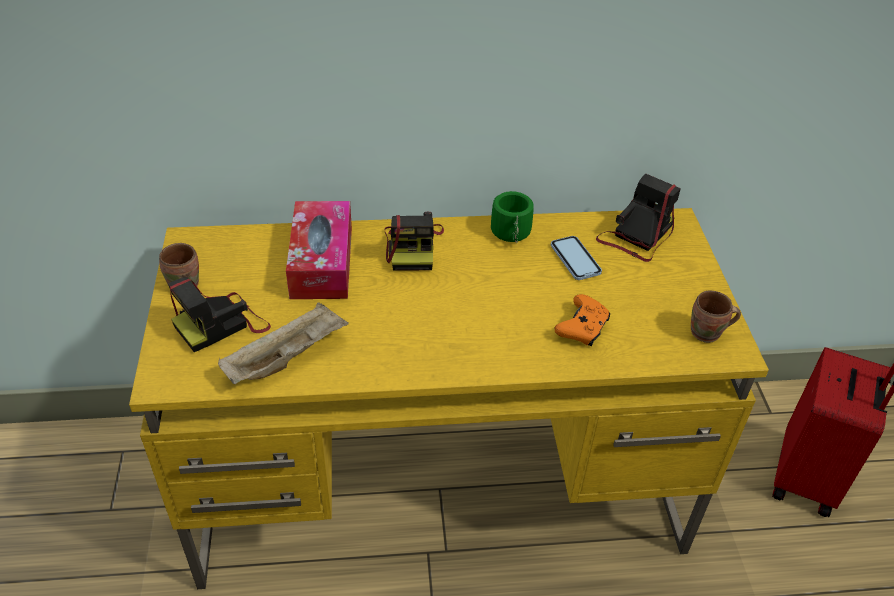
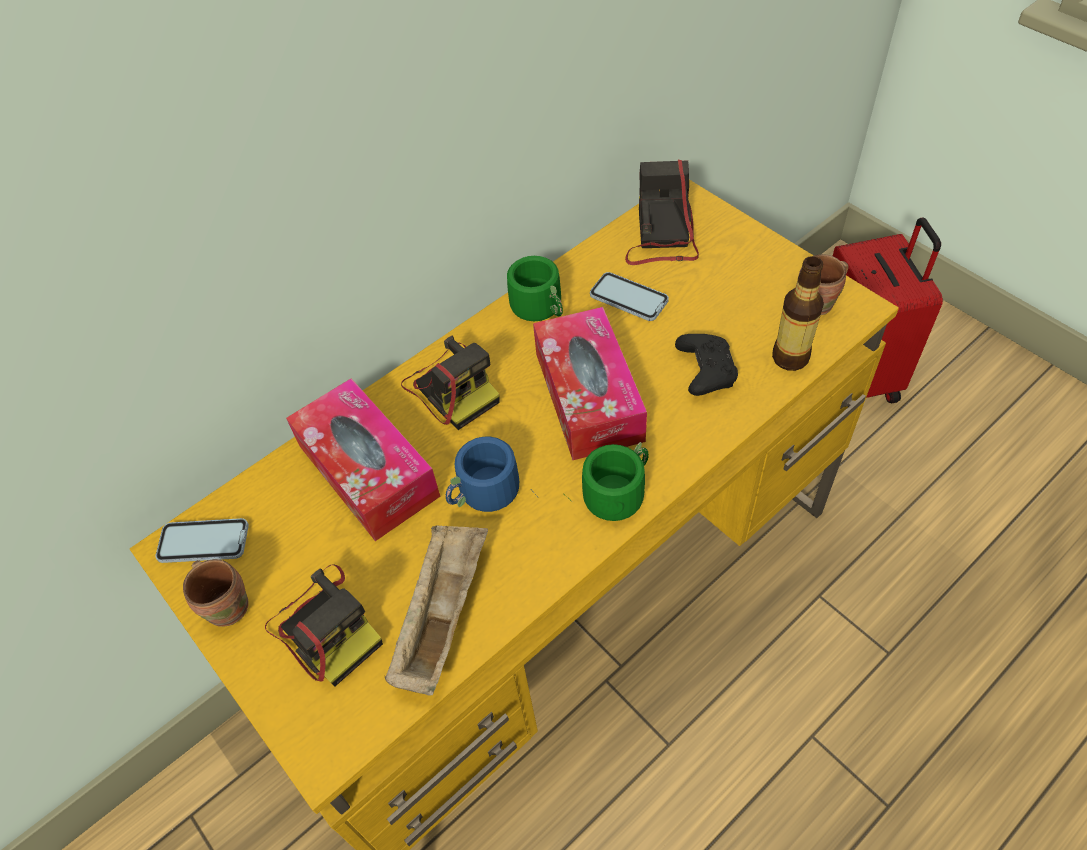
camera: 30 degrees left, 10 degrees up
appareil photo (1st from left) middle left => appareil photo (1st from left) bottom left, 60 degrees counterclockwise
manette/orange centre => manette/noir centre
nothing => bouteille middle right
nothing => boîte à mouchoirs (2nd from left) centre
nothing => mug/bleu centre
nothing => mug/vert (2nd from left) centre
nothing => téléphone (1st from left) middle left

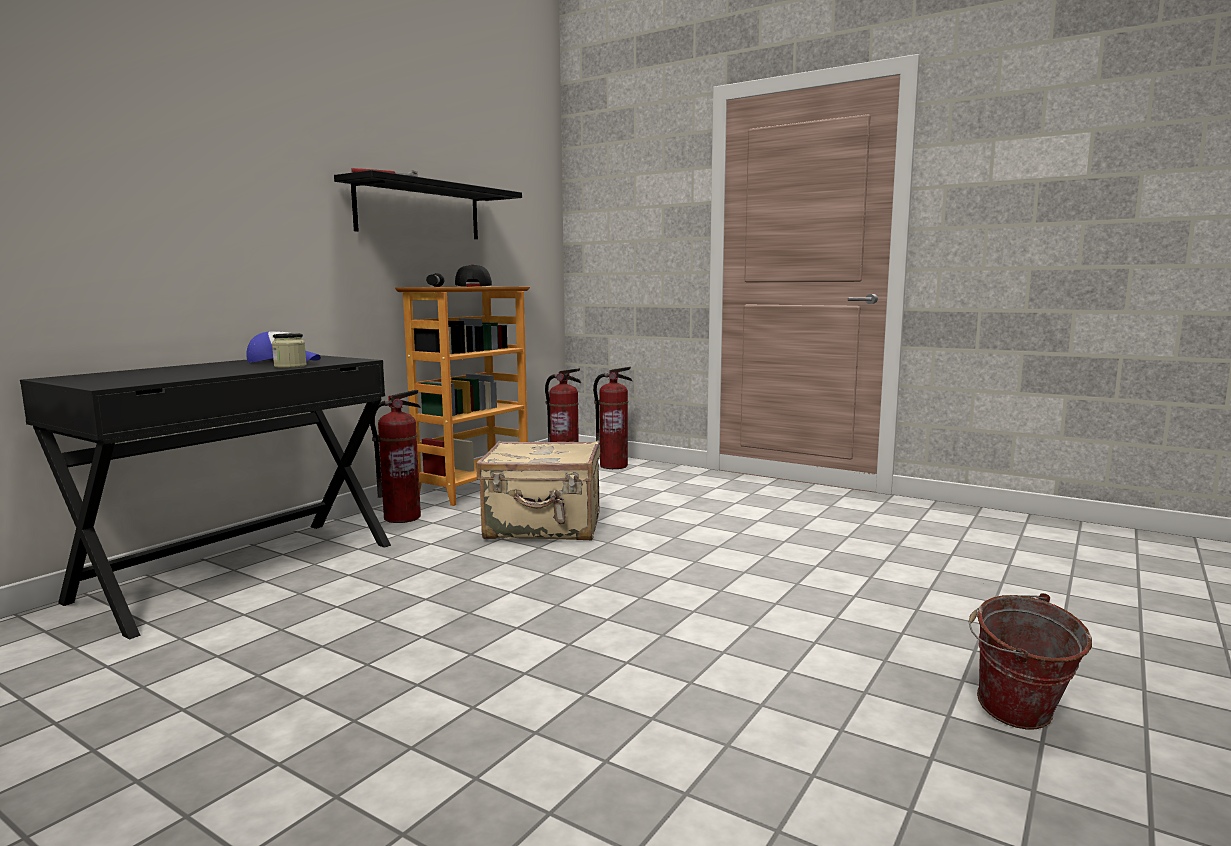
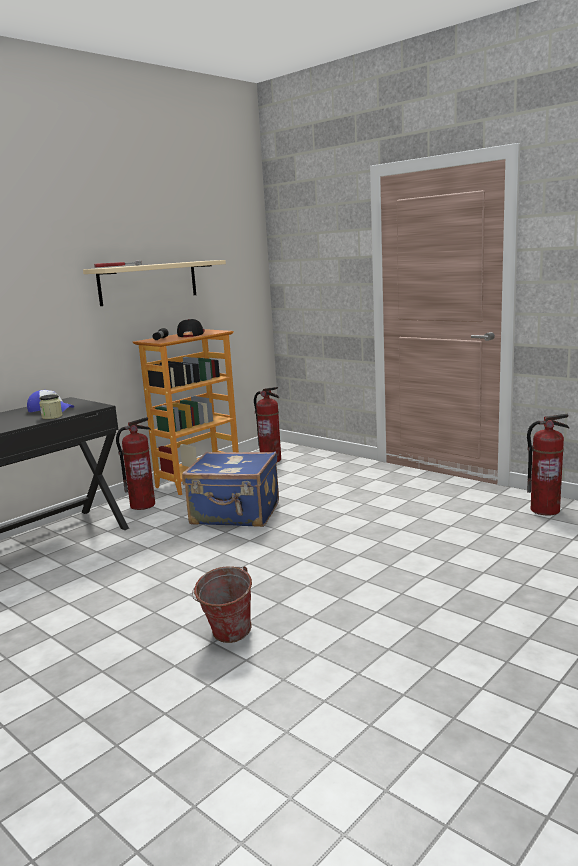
camera: 10 degrees right, 5 degrees up
étagère/noir top centre => étagère/beige top left
extincteur (3rd from left) centre => extincteur (3rd from left) middle right, moved
valise/beige centre => valise/bleu centre
seau bottom right => seau bottom centre, moved

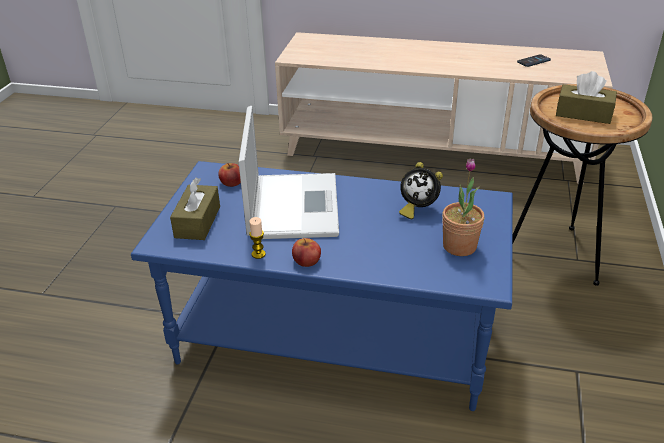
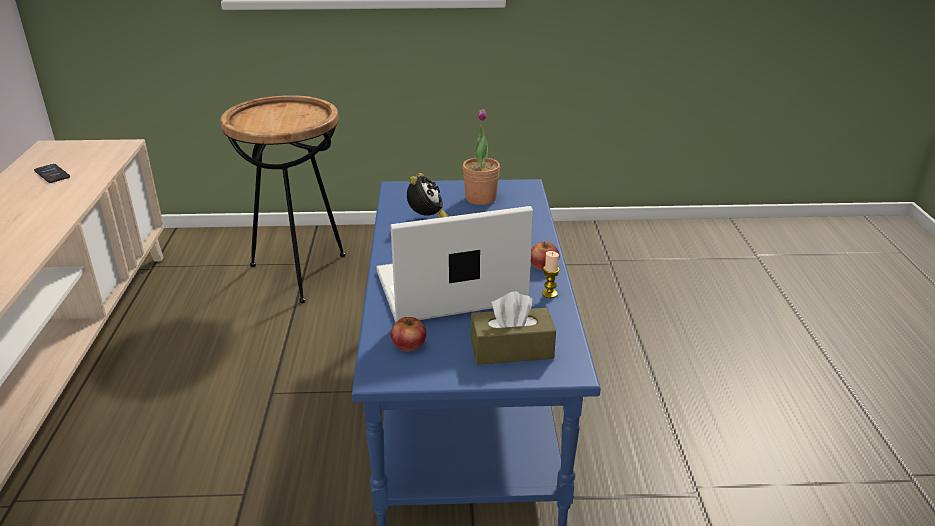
camera: 105 degrees left, 5 degrees down
boîte à mouchoirs/marron (2nd from left) top right => nothing

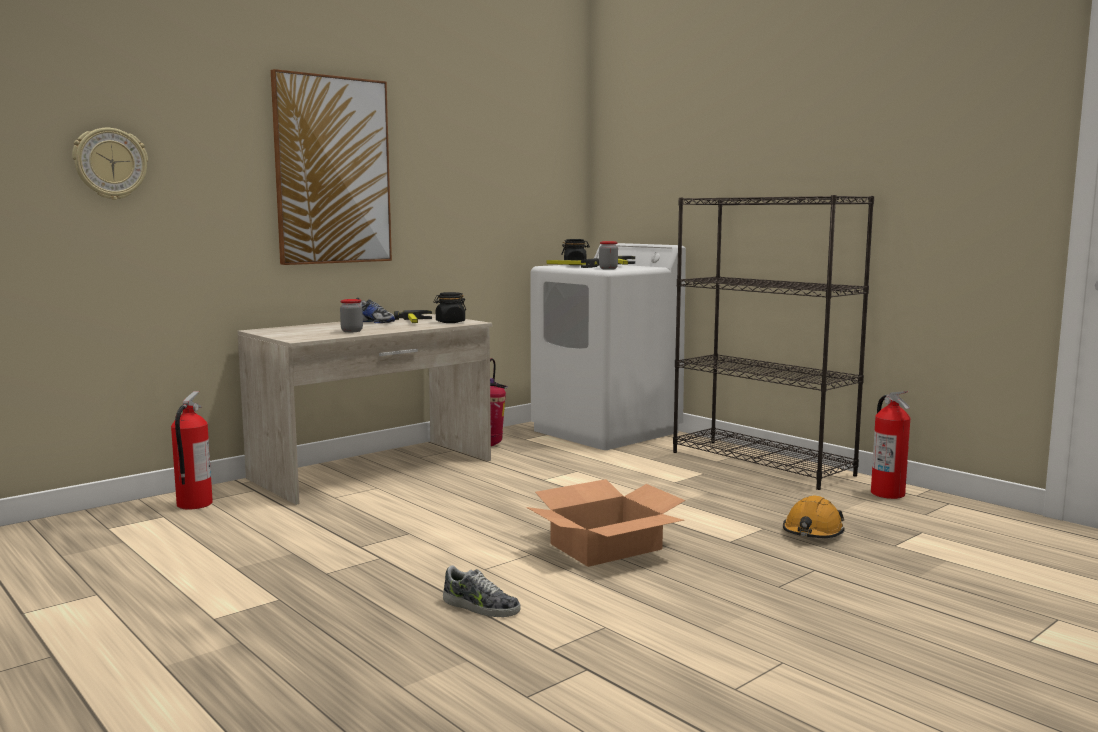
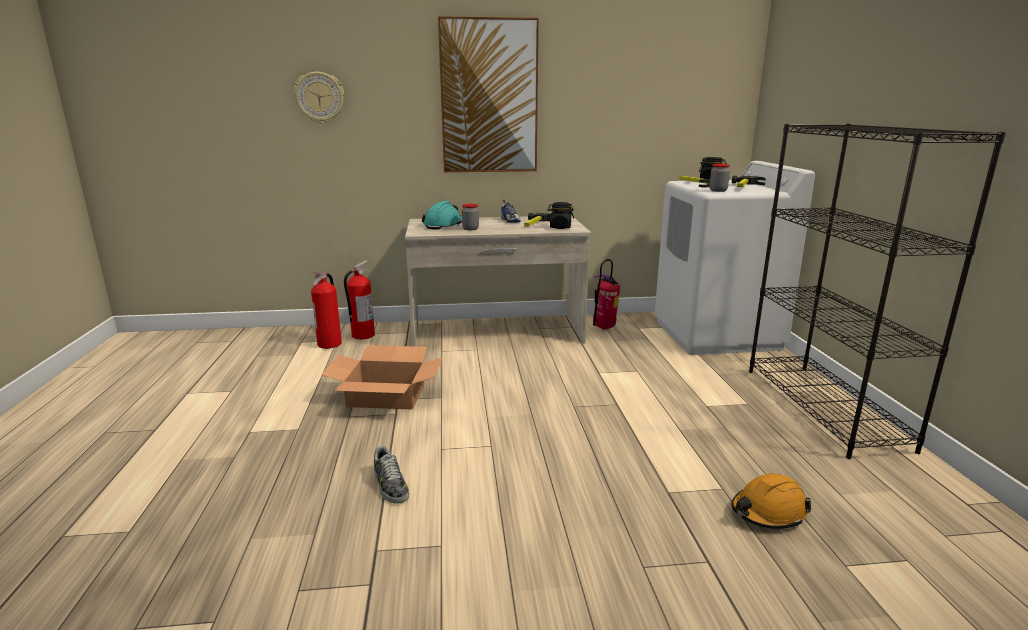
camera: 35 degrees right, 10 degrees up
extincteur (3rd from left in the first image) middle right => extincteur (1st from left) middle left, moved
carton bottom centre => carton centre, moved
nothing => casque de chantier/turquoise centre

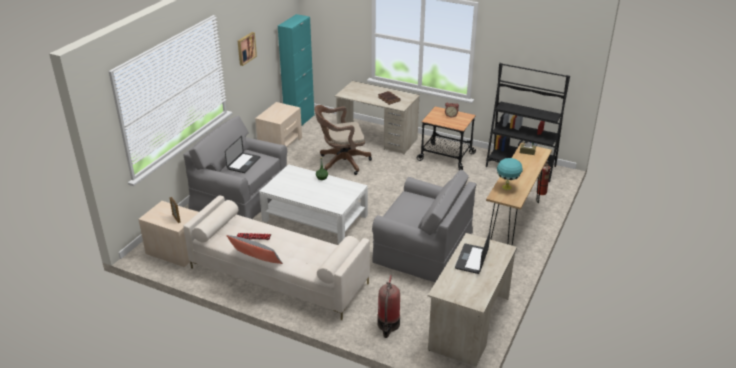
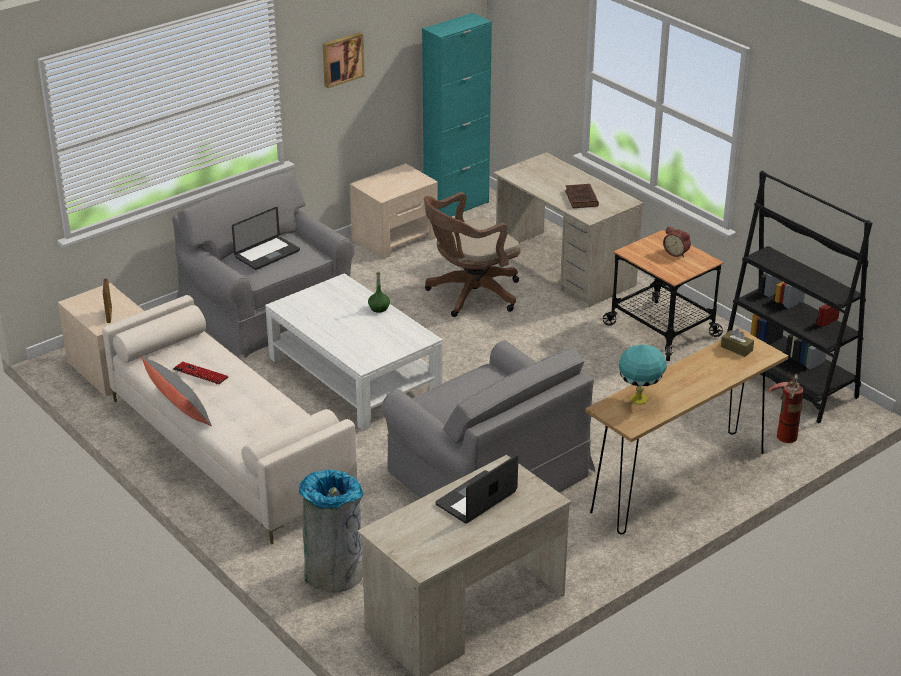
camera: 25 degrees right, 0 degrees up
chaise de bureau/marron centre, 45 degrees counterclockwise
extincteur (1st from left) bottom centre => poubelle/gris bottom centre

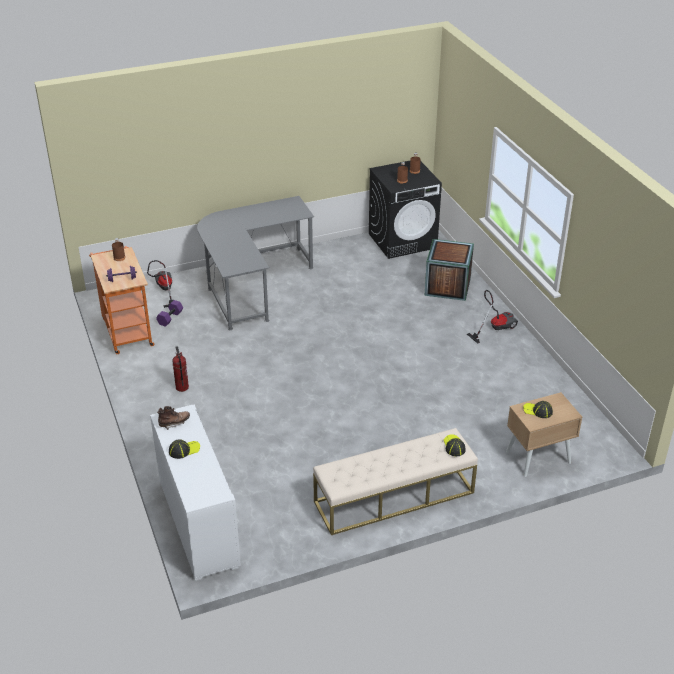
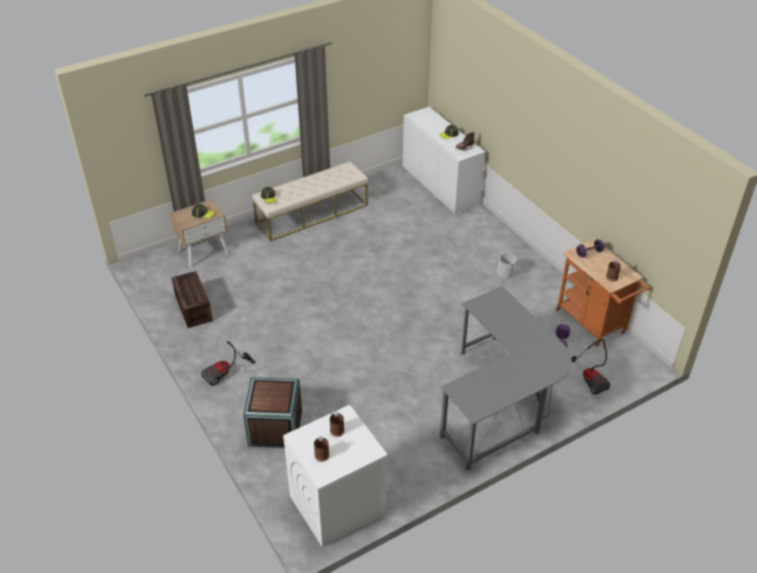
camera: 170 degrees right, 5 degrees up
lave-linge/noir top centre => lave-linge/blanc bottom centre
extincteur middle left => seau middle right
nothing => caisse (1st from left) middle left

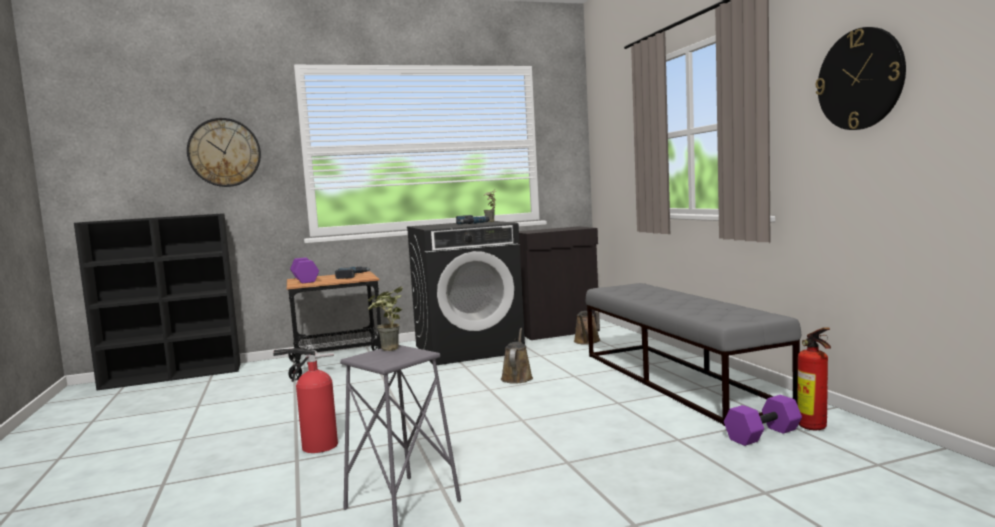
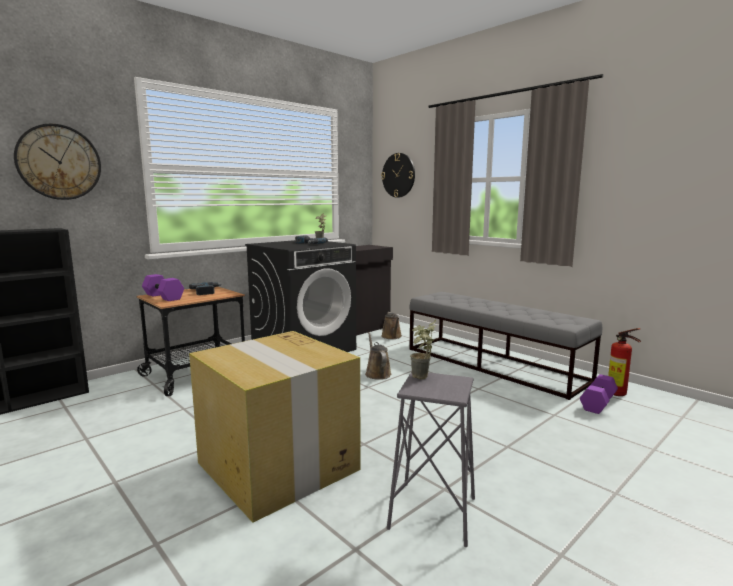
camera: 25 degrees left, 5 degrees up
horloge murale (2nd from left) top right => horloge murale (2nd from left) top centre, moved
extincteur (1st from left) bottom left => carton bottom centre

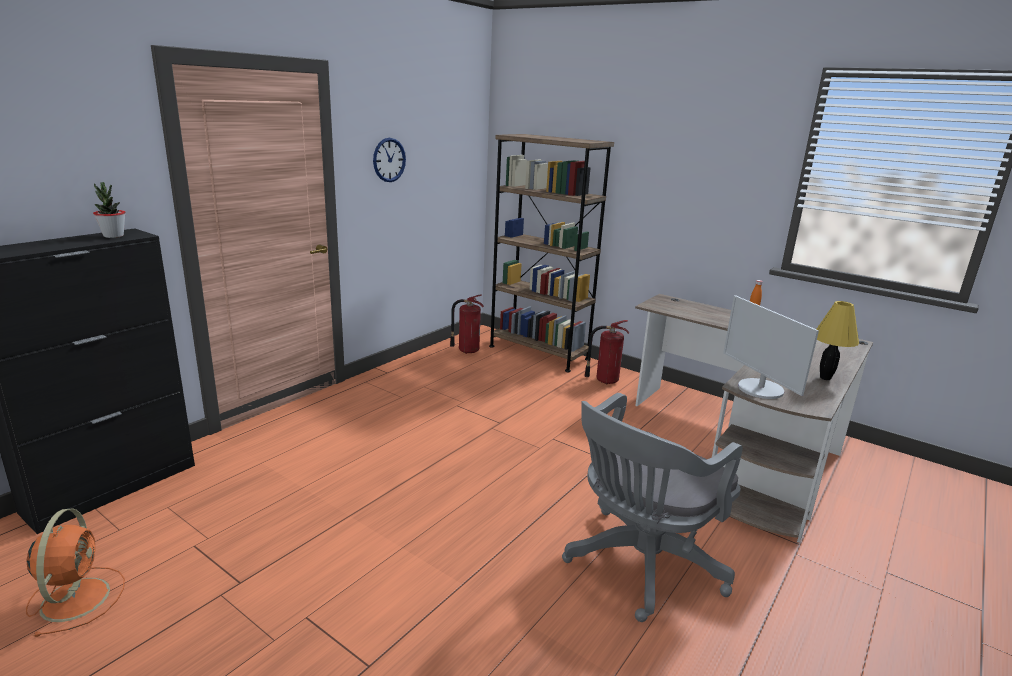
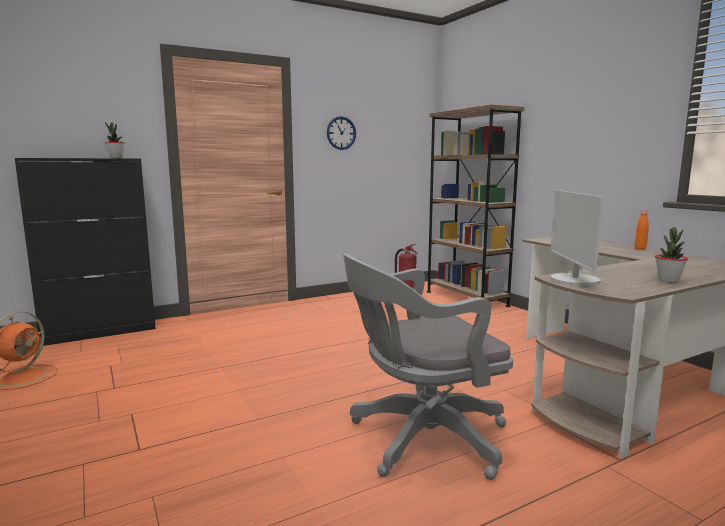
camera: 25 degrees right, 10 degrees down
lampe de table/jaune middle right => plante en pot (2nd from left) middle right
extincteur (2nd from left) centre => nothing

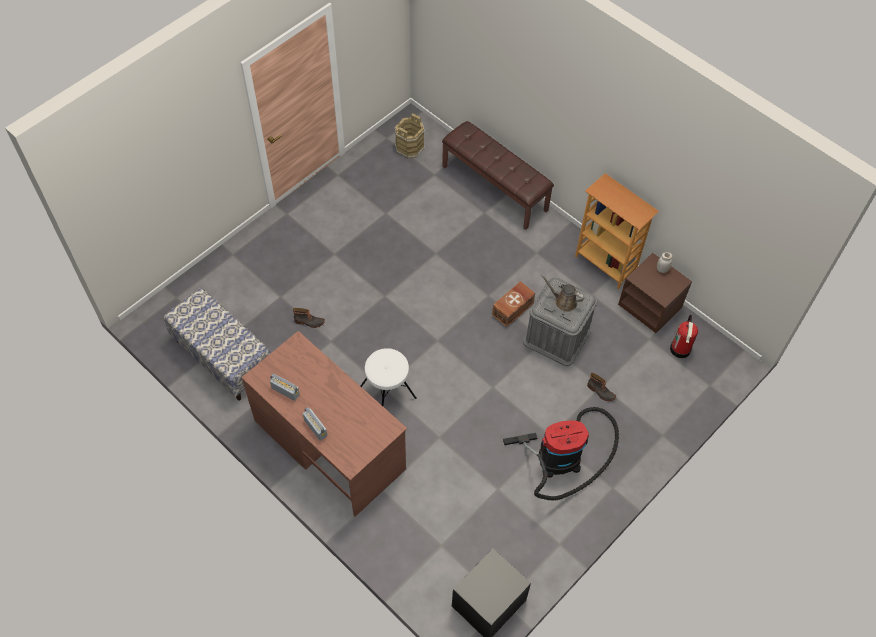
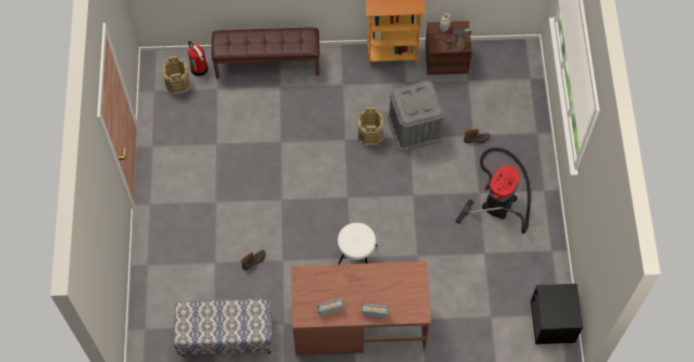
camera: 45 degrees left, 5 degrees up
arrosoir/marron centre => arrosoir/marron top centre, moved
boîte de rangement/marron centre => seau/marron (2nd from left) centre
extincteur middle right => extincteur top left, moved

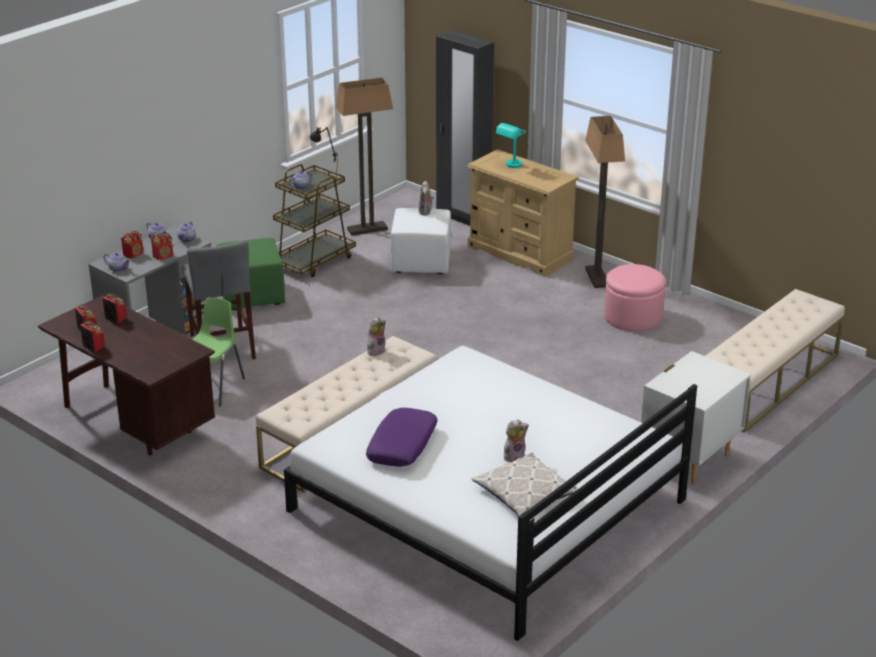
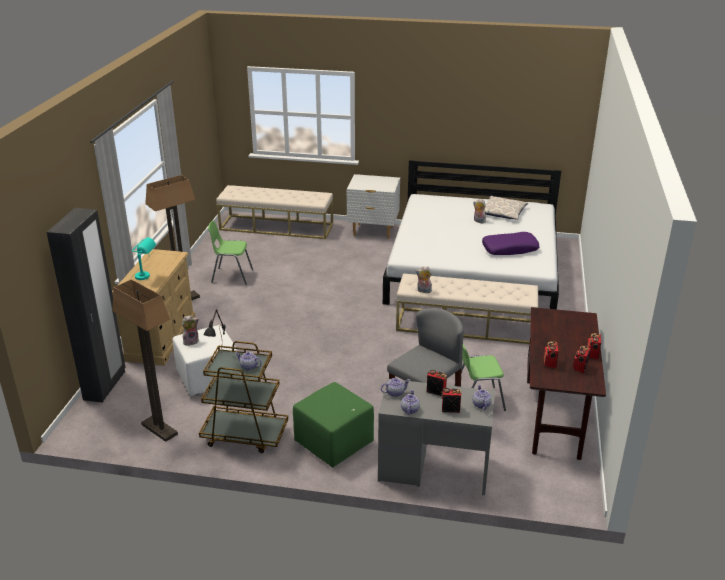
camera: 120 degrees left, 0 degrees up
pouf/rose middle right => chaise/vert (1st from left) middle left

